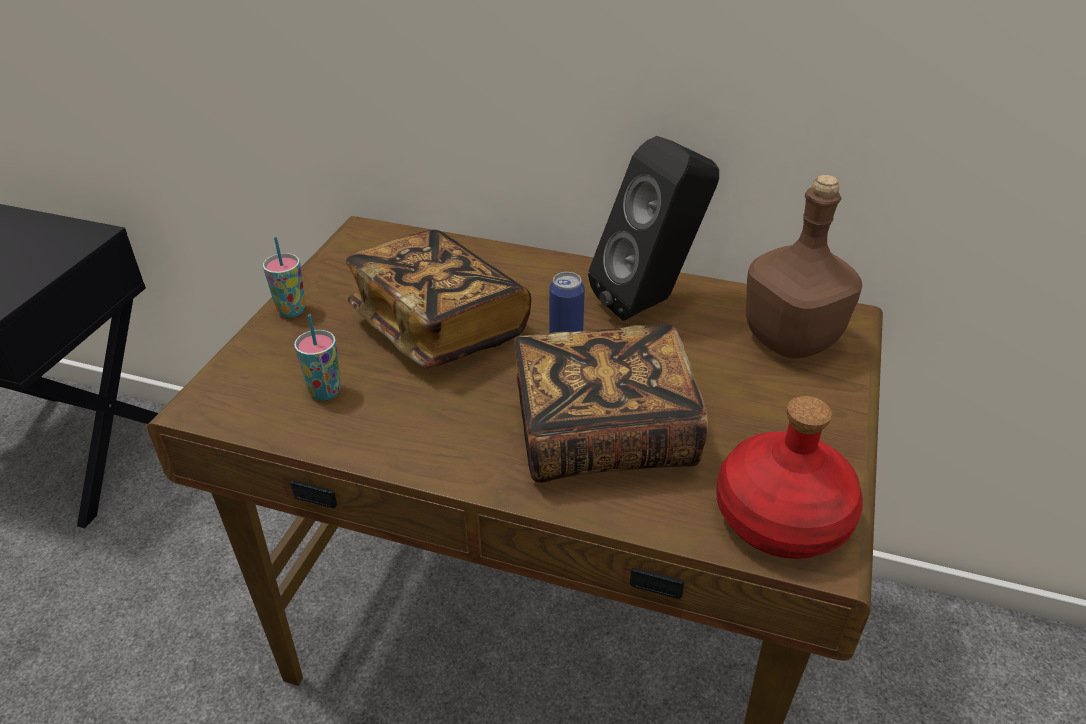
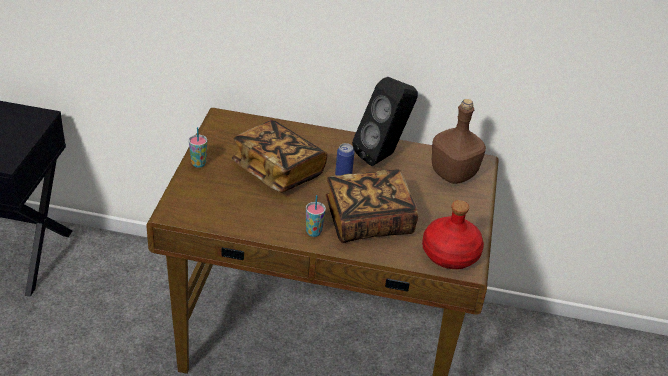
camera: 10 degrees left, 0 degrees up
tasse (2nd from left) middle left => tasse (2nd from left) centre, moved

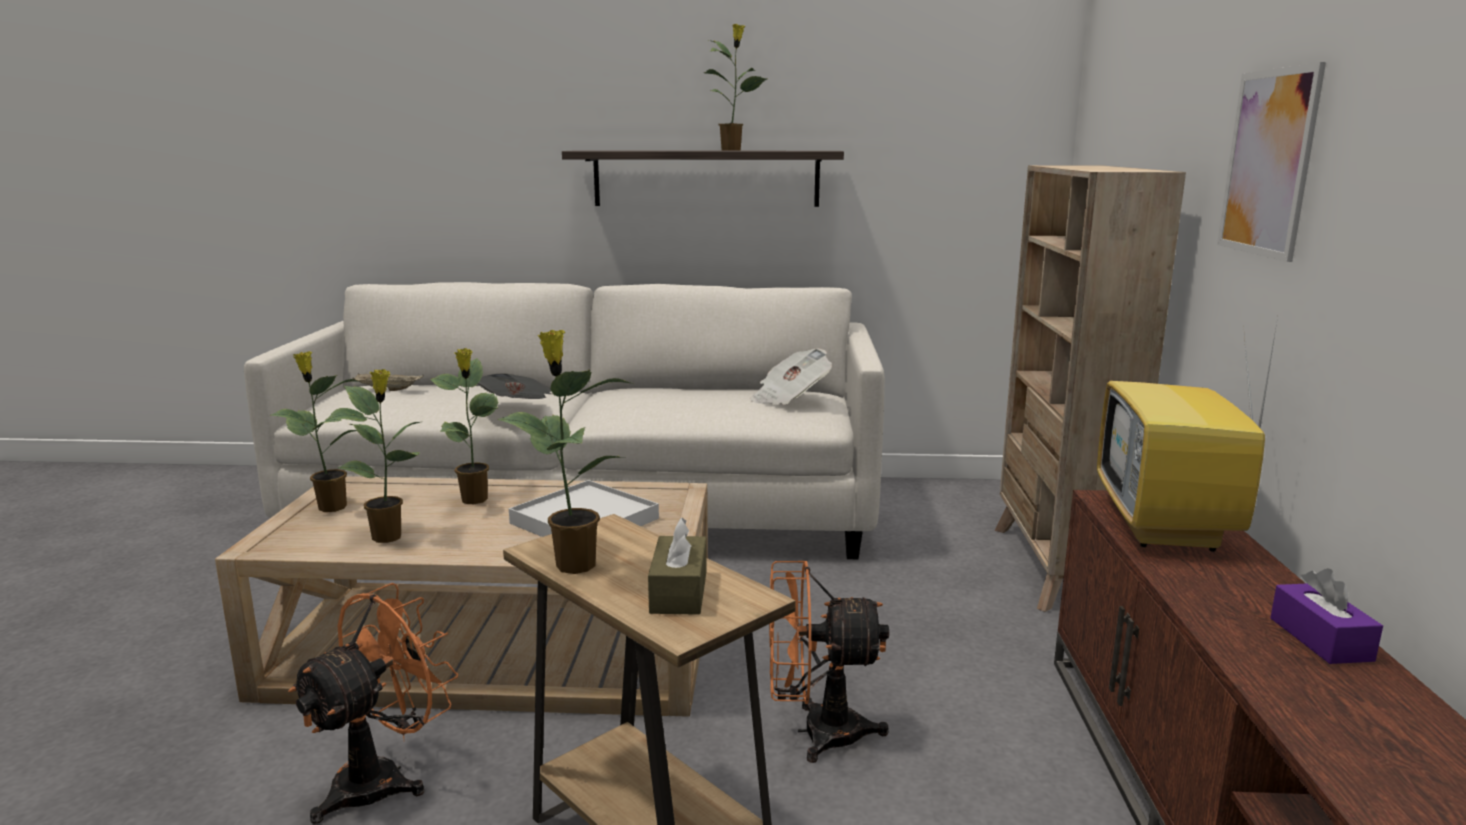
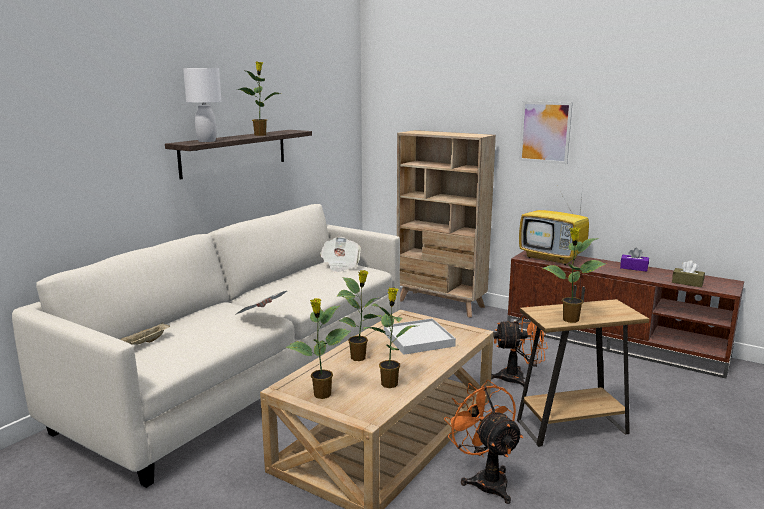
camera: 60 degrees left, 0 degrees up
boîte à mouchoirs/marron bottom centre => boîte à mouchoirs/marron middle right, moved
ventilateur/orange (2nd from left) bottom centre => ventilateur/orange (2nd from left) bottom right, 120 degrees counterclockwise
nothing => lampe de table/blanc top left

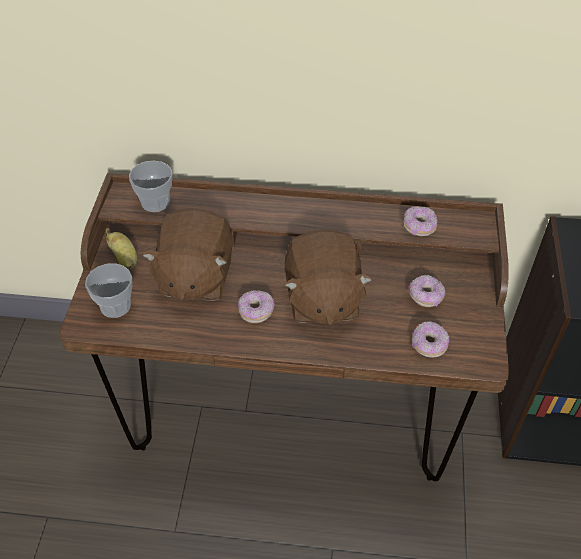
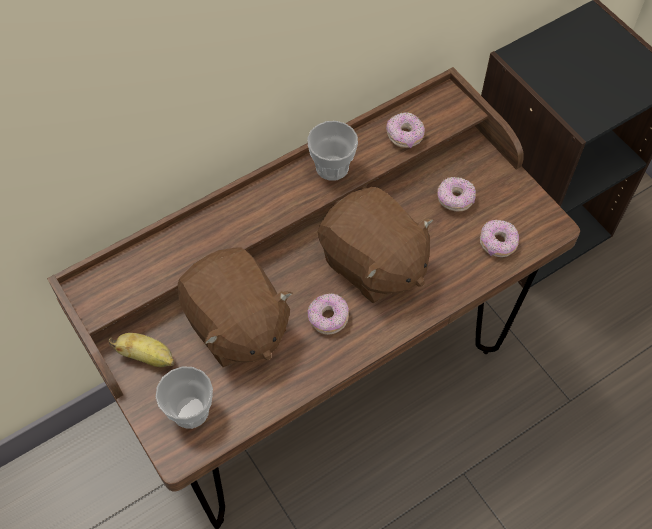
camera: 40 degrees left, 10 degrees up
tasse (2nd from left) top left => tasse (2nd from left) top centre, moved

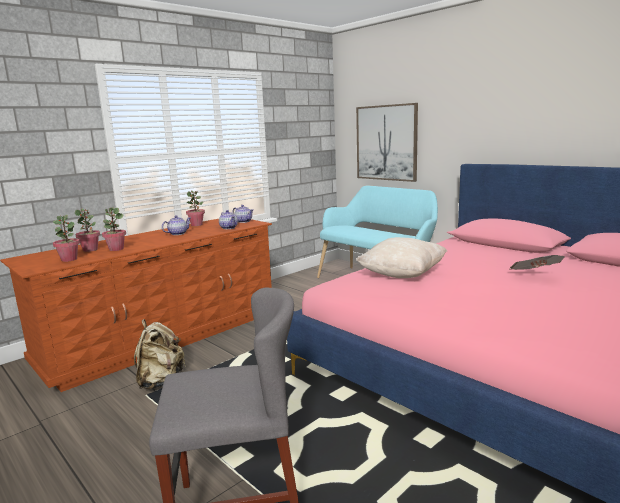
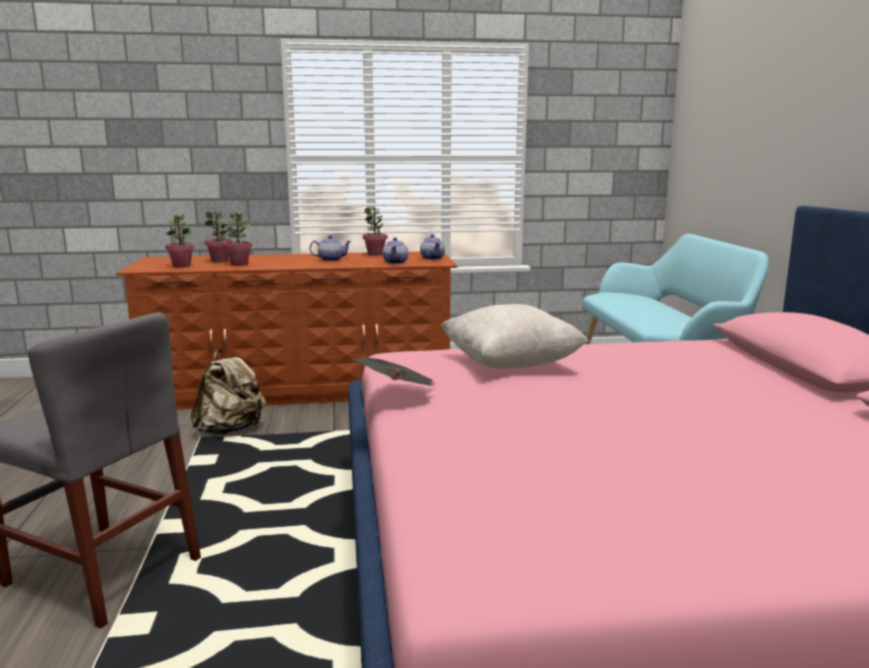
camera: 35 degrees right, 0 degrees up
tableau top centre => nothing
journal middle right => journal centre, moved

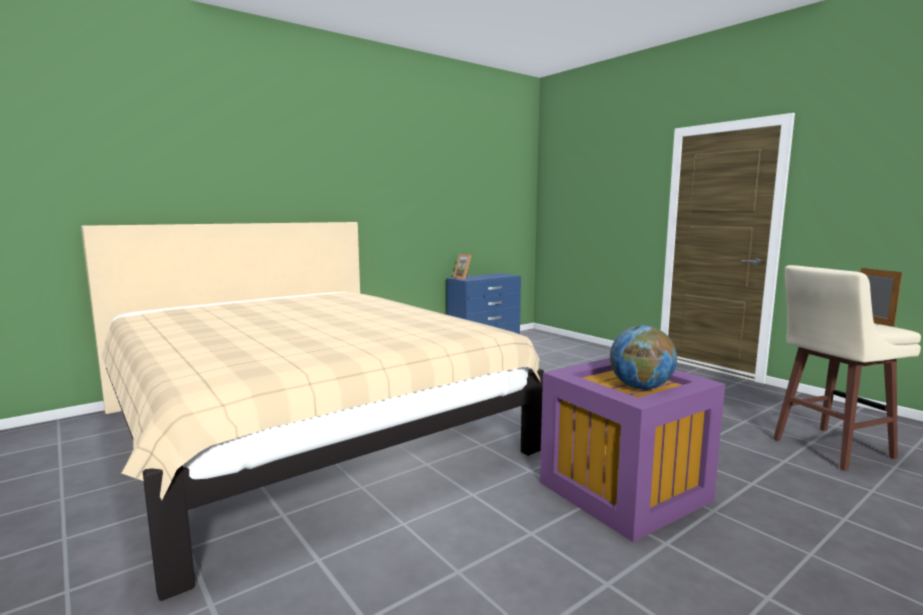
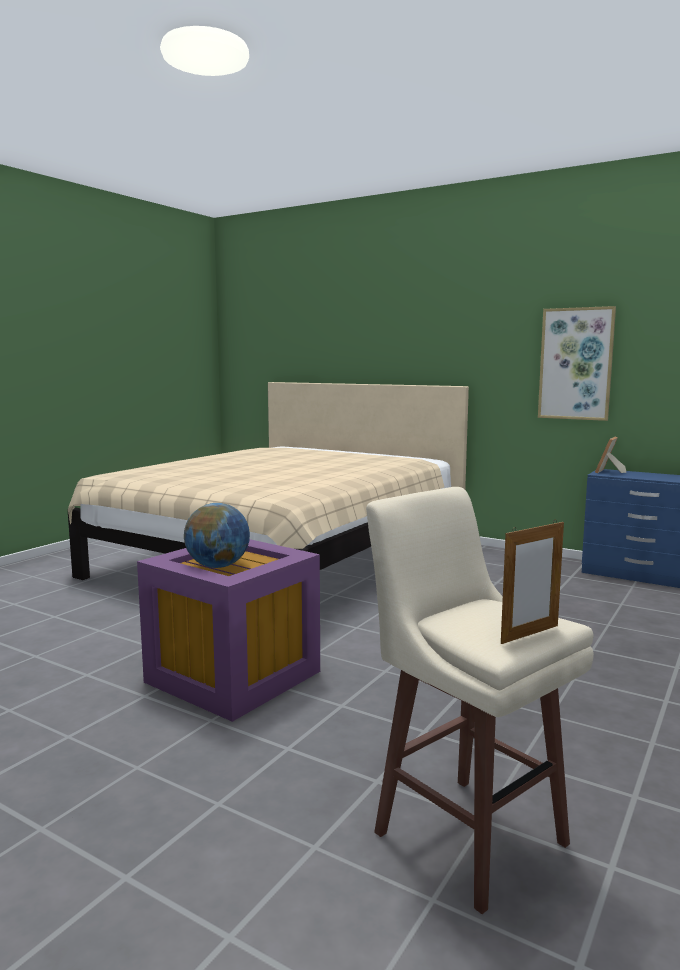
camera: 70 degrees right, 0 degrees up
nothing => tableau middle right

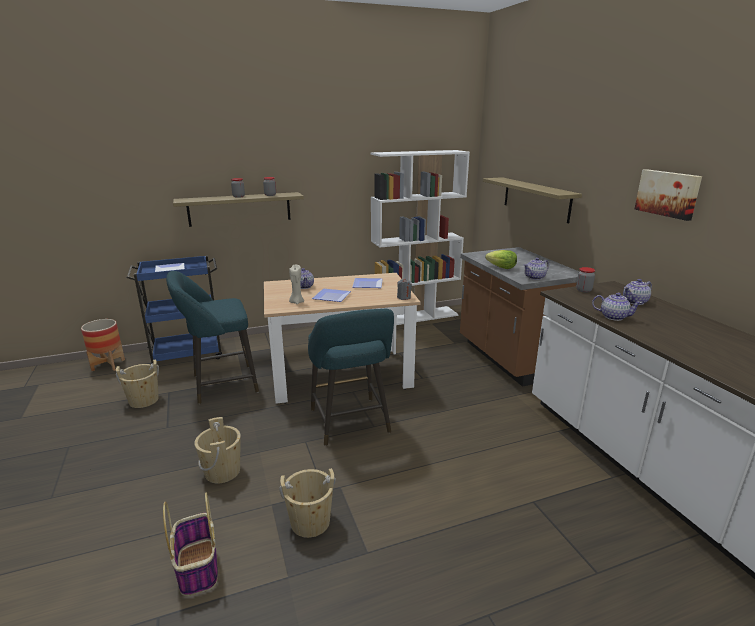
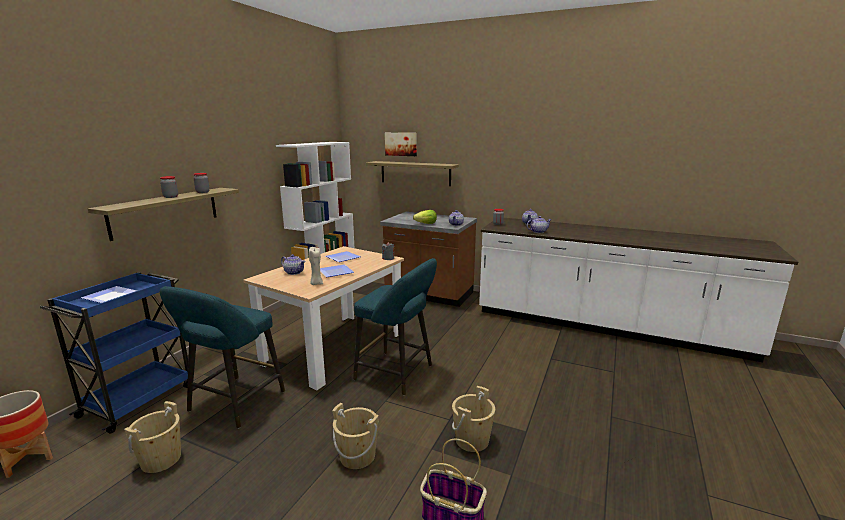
camera: 45 degrees left, 5 degrees down
tableau top right => tableau top centre, moved

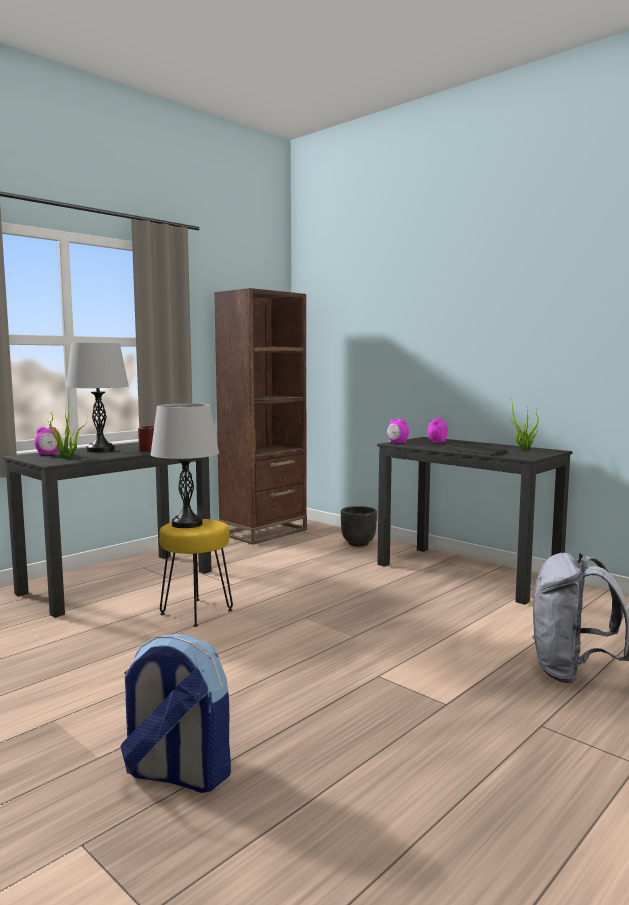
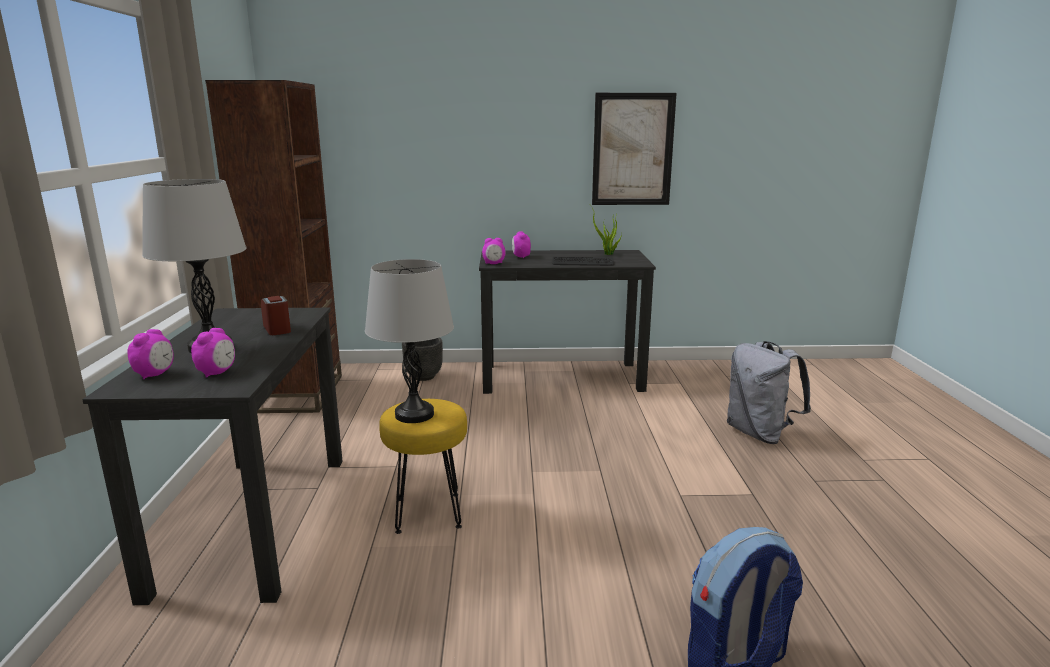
camera: 45 degrees left, 10 degrees up
plante en pot (1st from left) middle left => réveil (2nd from left) middle left
nothing => tableau top centre

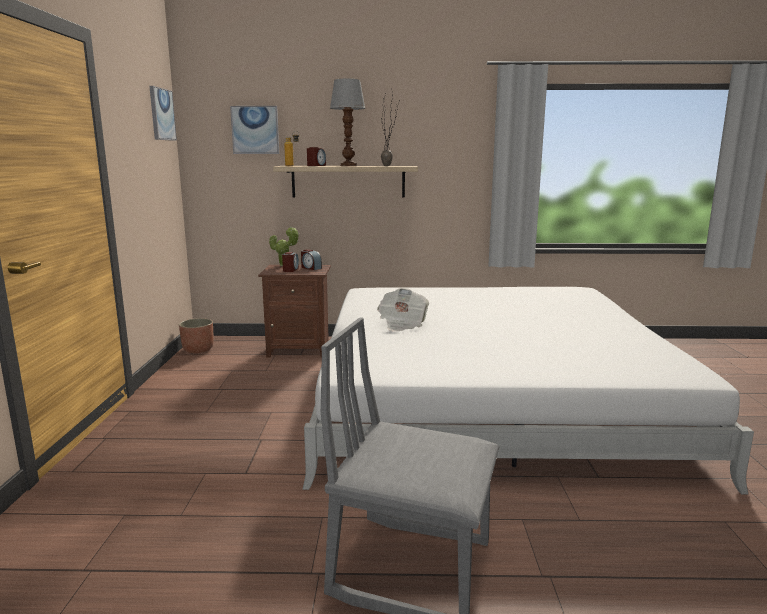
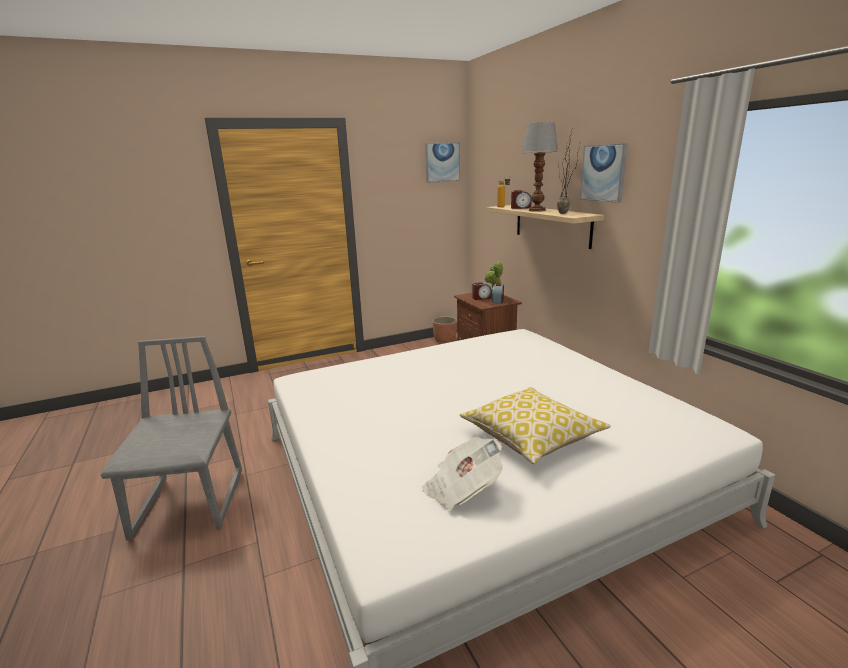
camera: 65 degrees right, 5 degrees up
tableau (2nd from left) top left => tableau (2nd from left) top right, moved
journal centre => journal bottom centre, moved
nothing => coussin centre

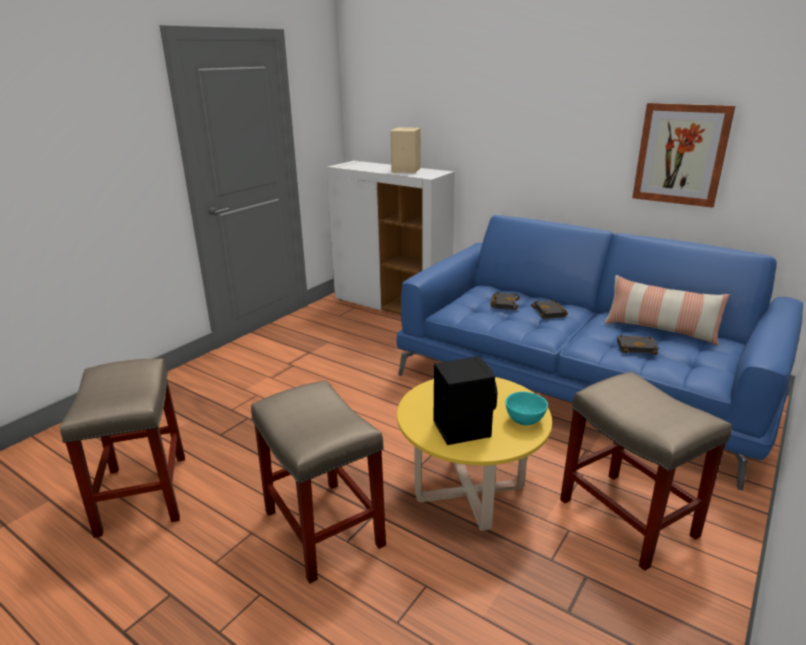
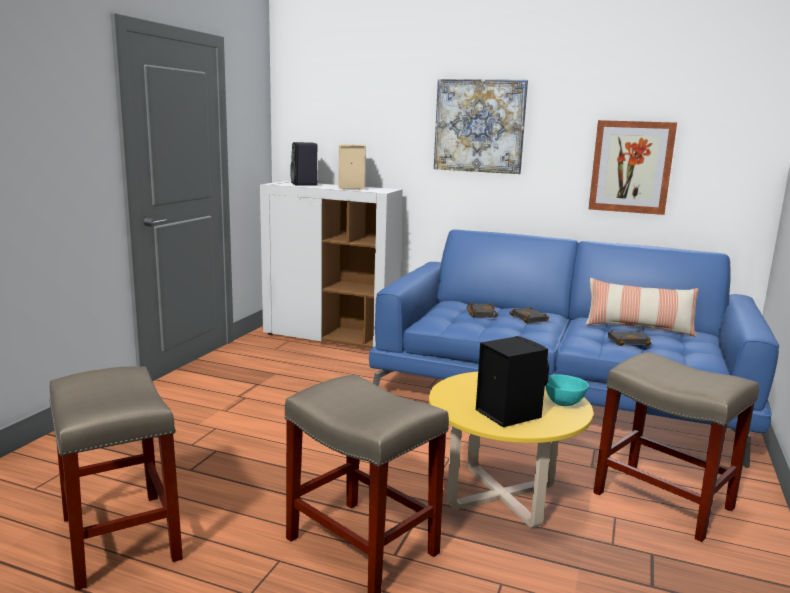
camera: 15 degrees left, 10 degrees down
nothing => tableau (1st from left) top centre
nothing => enceinte/noir (1st from left) top centre

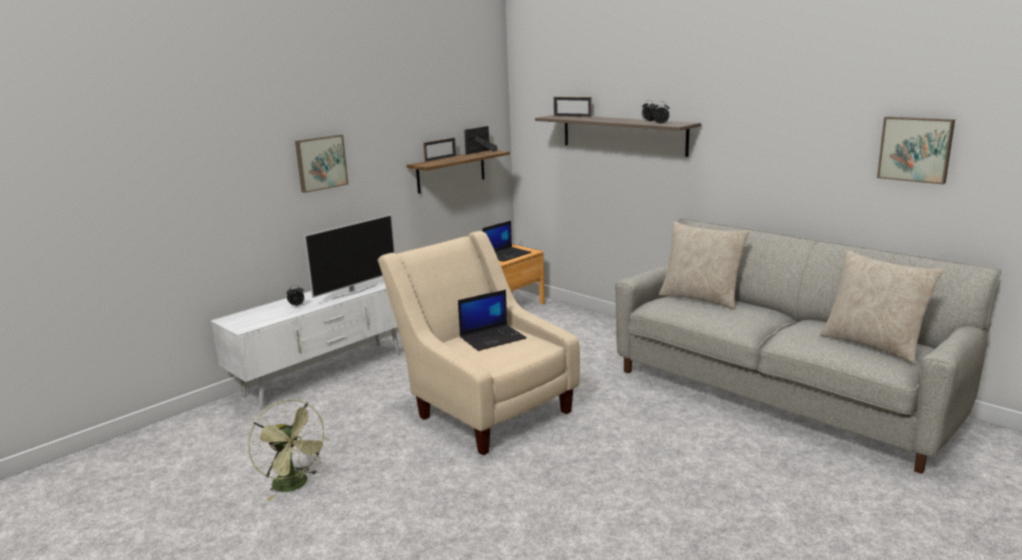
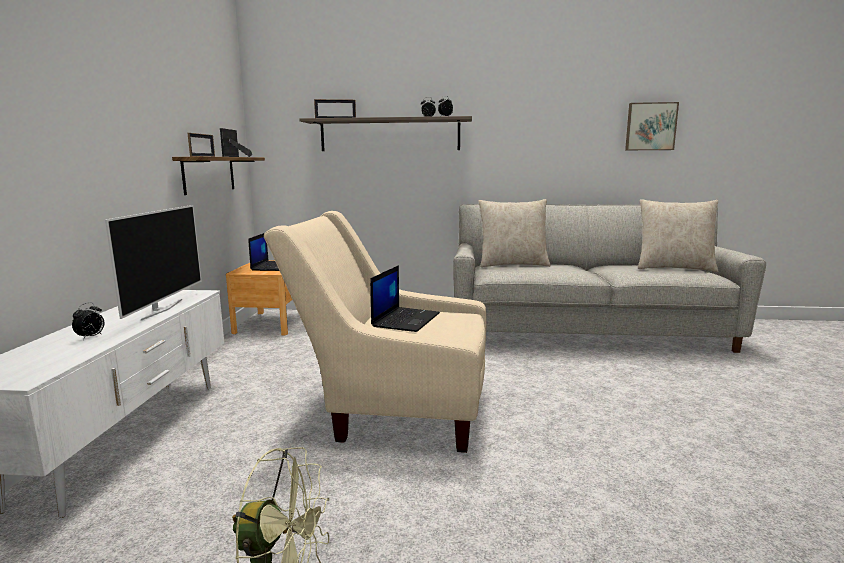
camera: 40 degrees left, 5 degrees down
tableau (1st from left) top left => nothing

